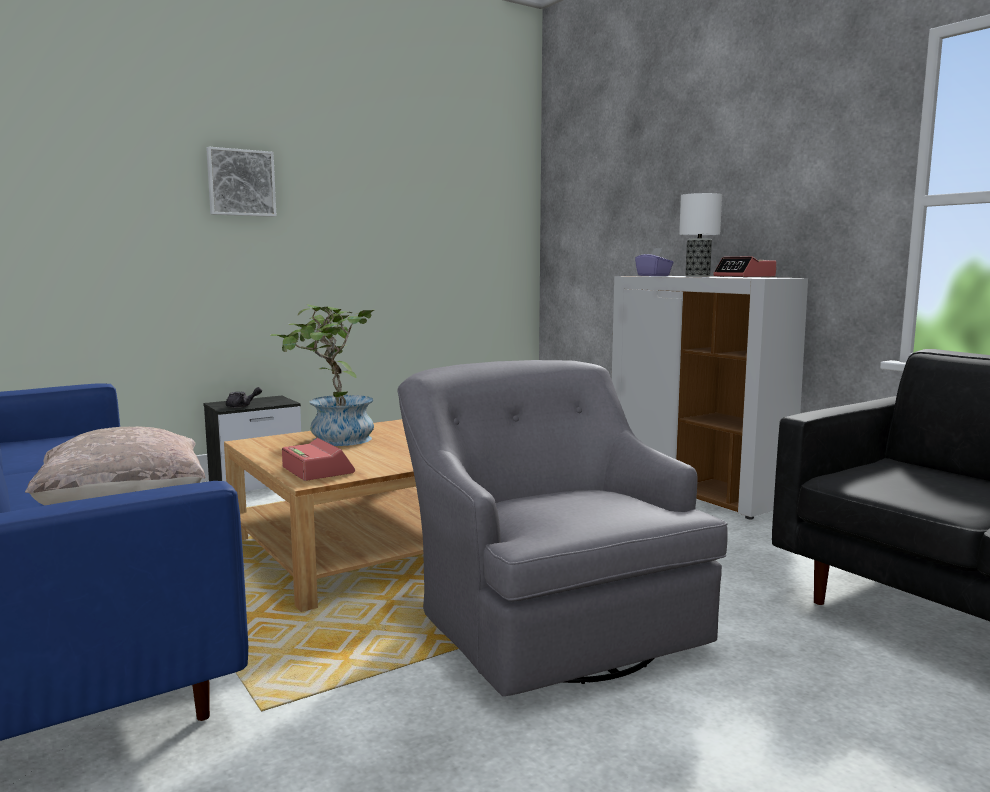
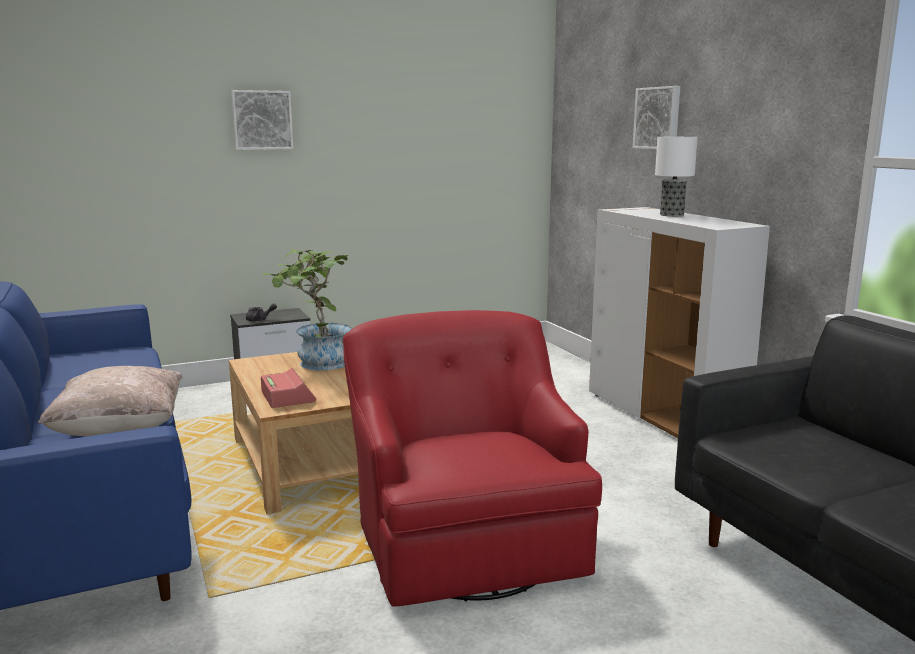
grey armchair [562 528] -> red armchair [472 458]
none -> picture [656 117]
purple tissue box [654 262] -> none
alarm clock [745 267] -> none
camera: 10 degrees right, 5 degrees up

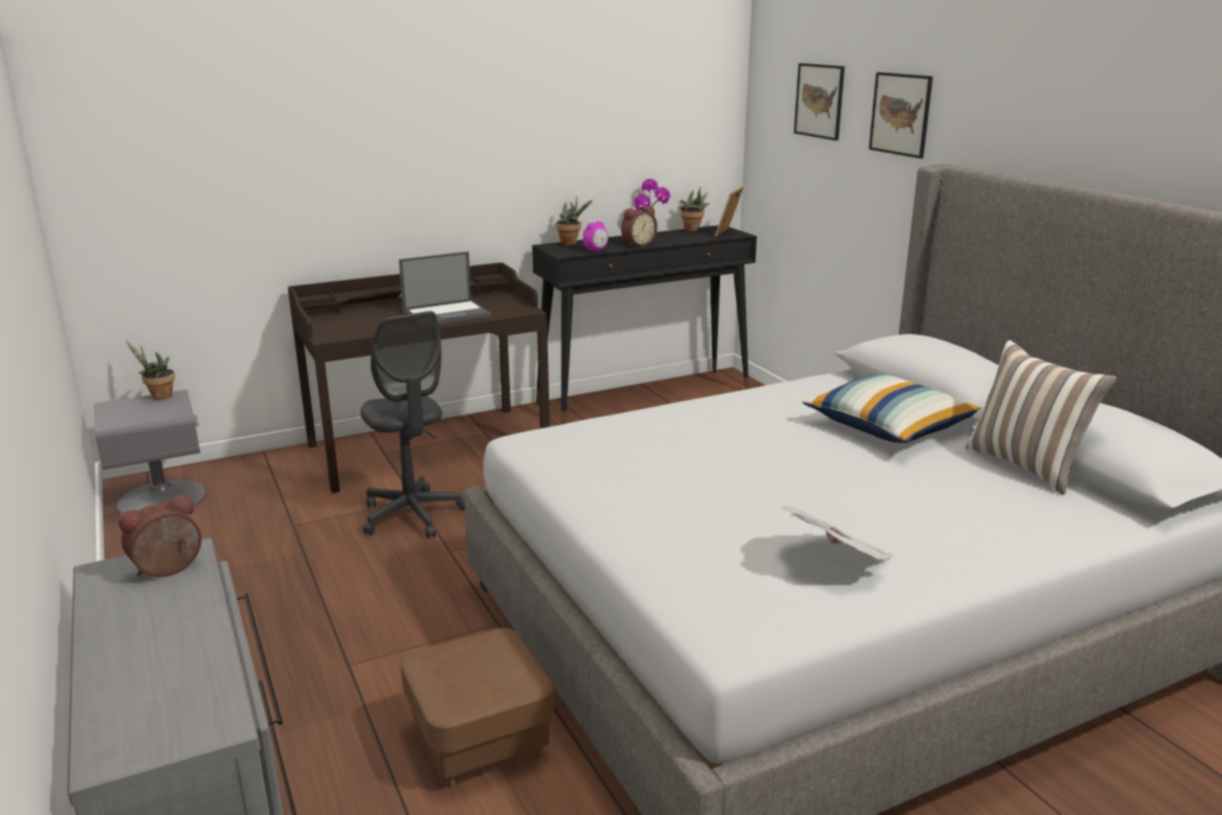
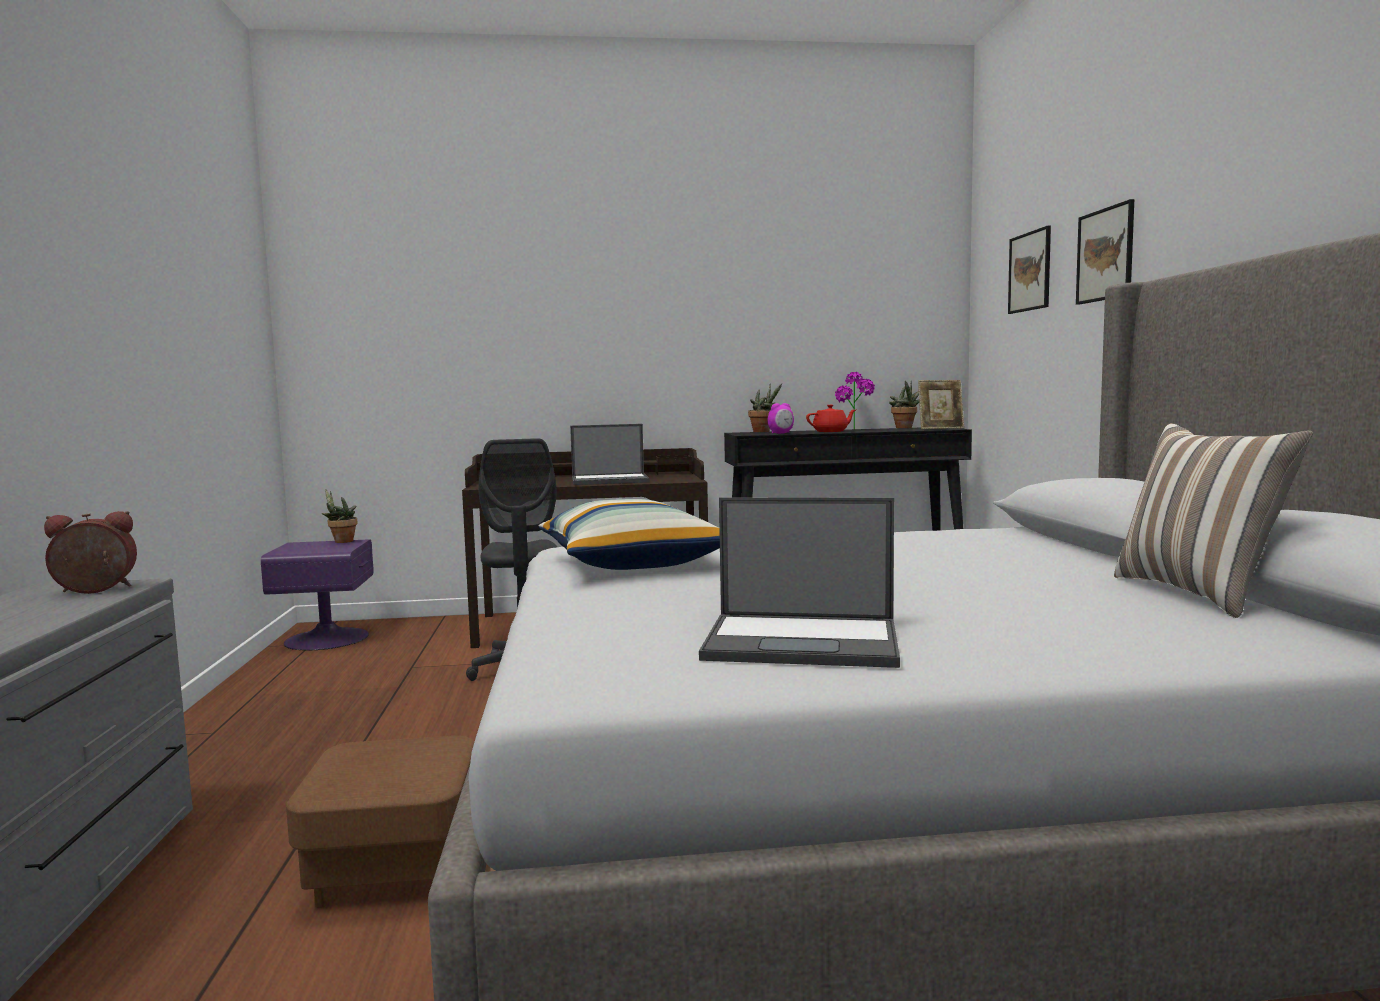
grey nightstand [150 452] -> purple nightstand [317 594]
pillow [891 408] -> pillow [629 534], moved
newspaper [838 533] -> laptop [799 582]
alarm clock [639 226] -> red teapot [831 418]
picture frame [729 211] -> picture frame [941 404], 135 degrees counterclockwise
camera: 20 degrees right, 15 degrees down

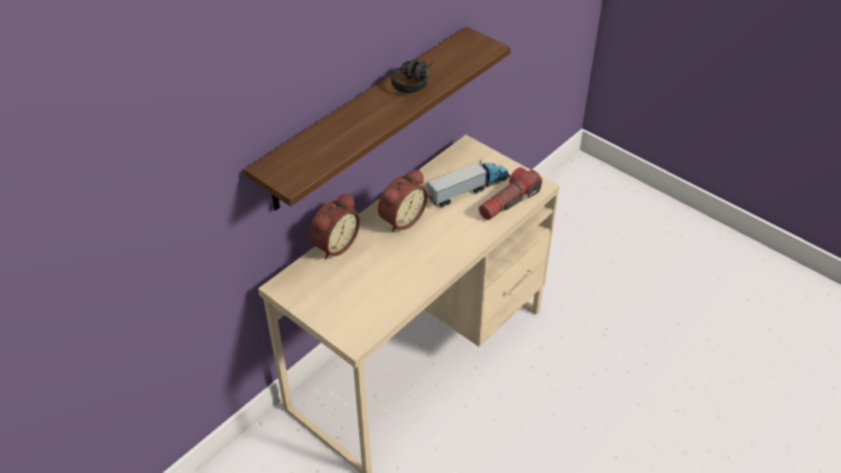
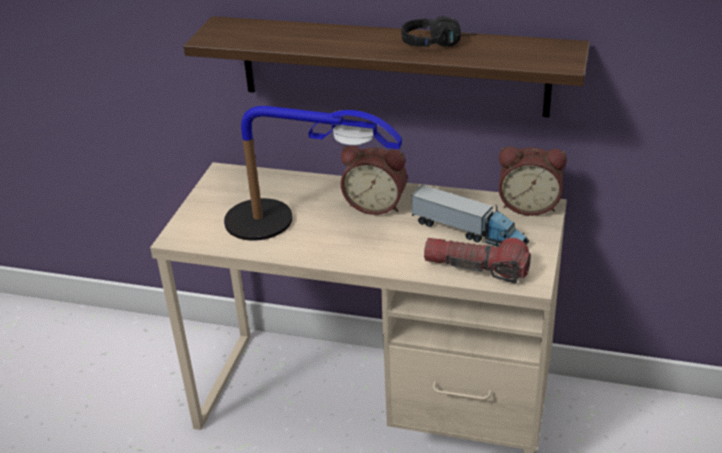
none -> table lamp [313 173]
alarm clock [334 226] -> alarm clock [533 181], moved
camera: 65 degrees right, 10 degrees down

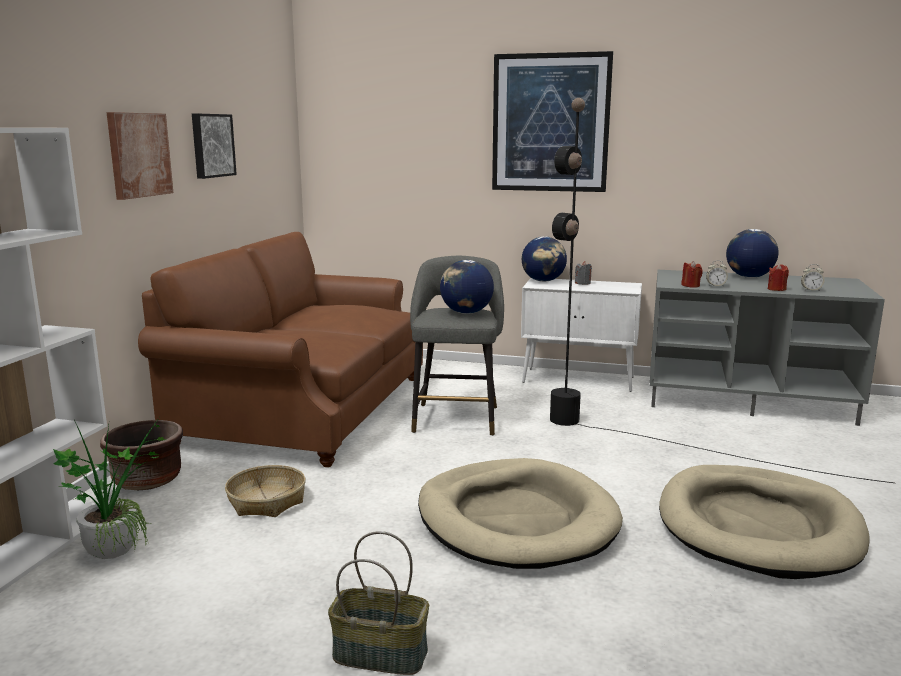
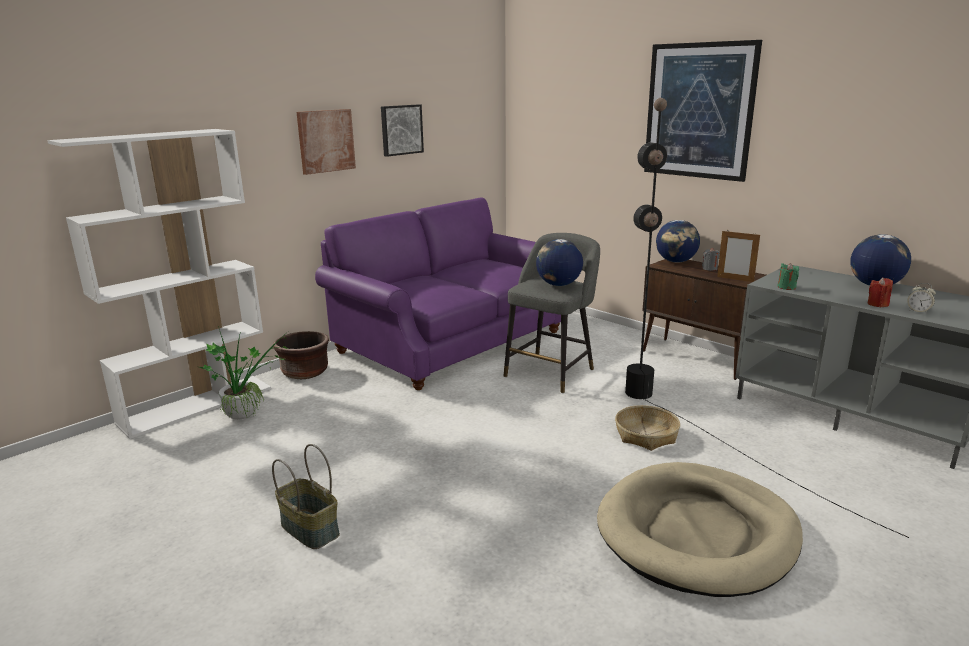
brown sofa [280 349] -> purple sofa [438 294]
basket [265 491] -> basket [647 428], moved
white cabinet [581 335] -> brown cabinet [704 319]
none -> picture frame [738 256]
red candle [692 274] -> green candle [788 276]
beige dog bed [520 513] -> none
alarm clock [717 273] -> none
camera: 30 degrees right, 5 degrees up

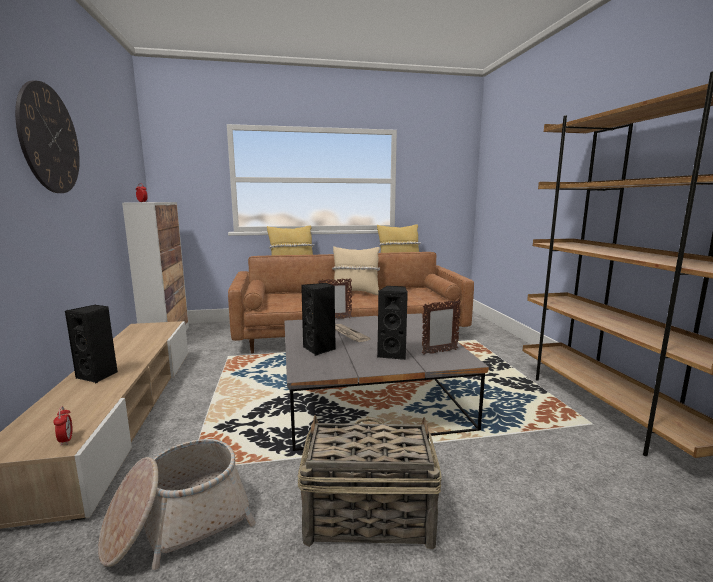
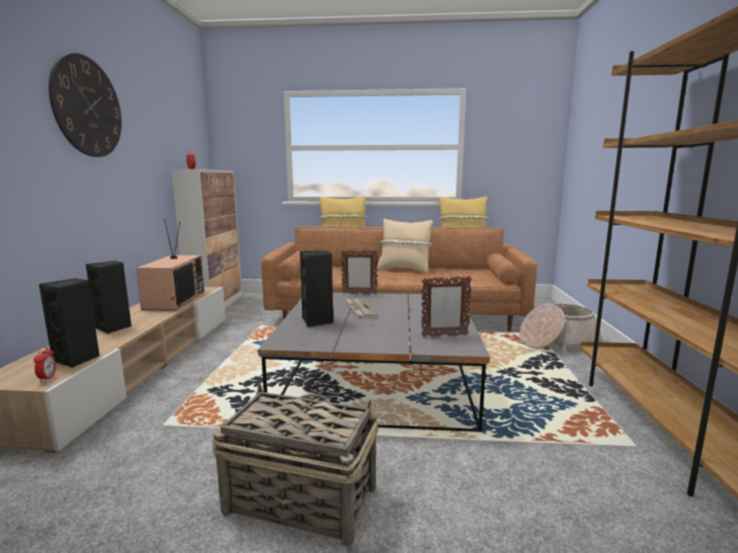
black speaker [392 323] -> black speaker [69 323], moved
none -> television [170 265]
basket [177 504] -> basket [561 328], moved
camera: 15 degrees right, 0 degrees up

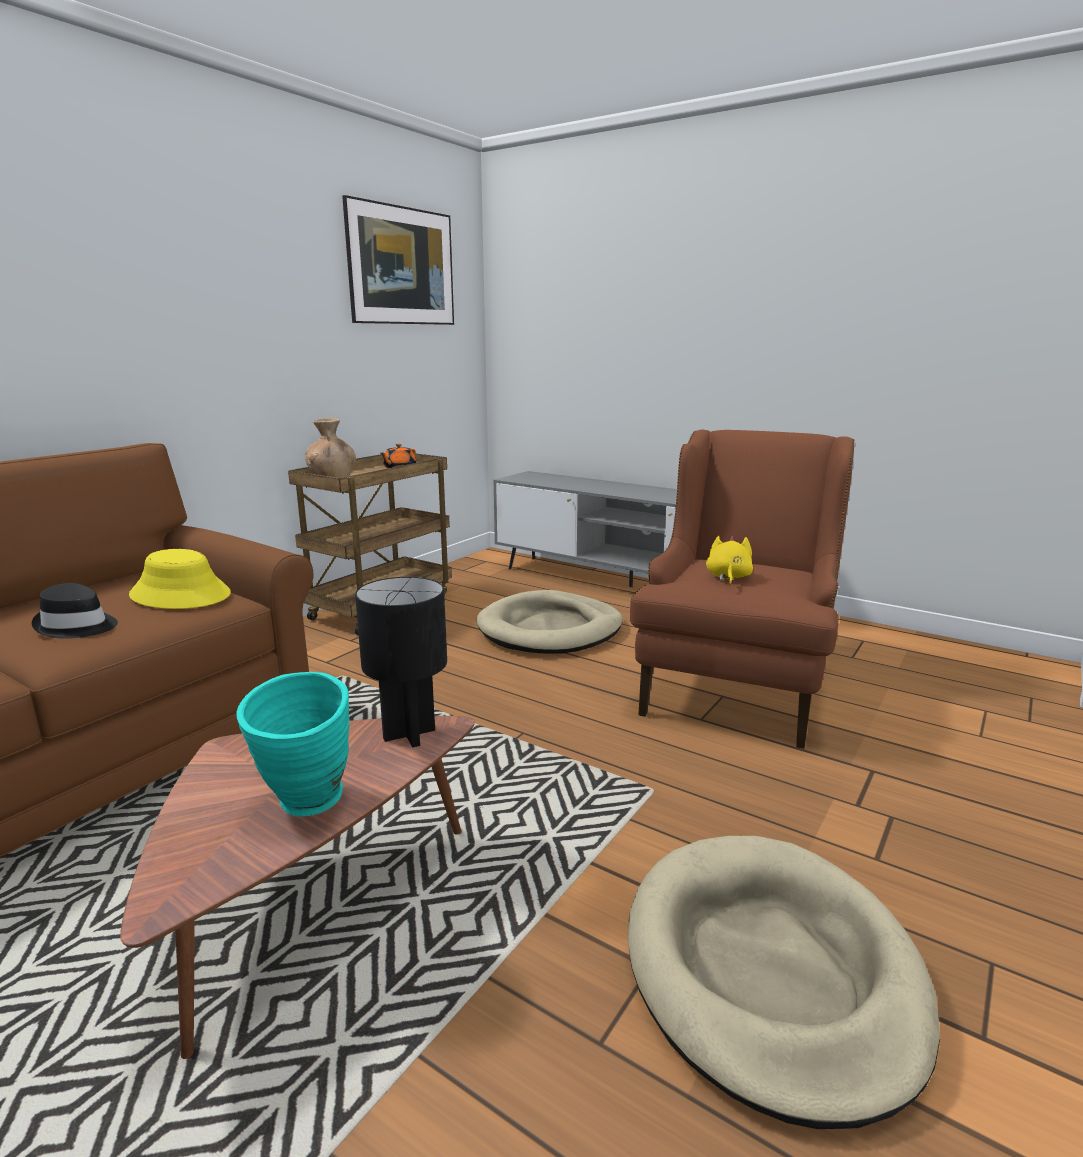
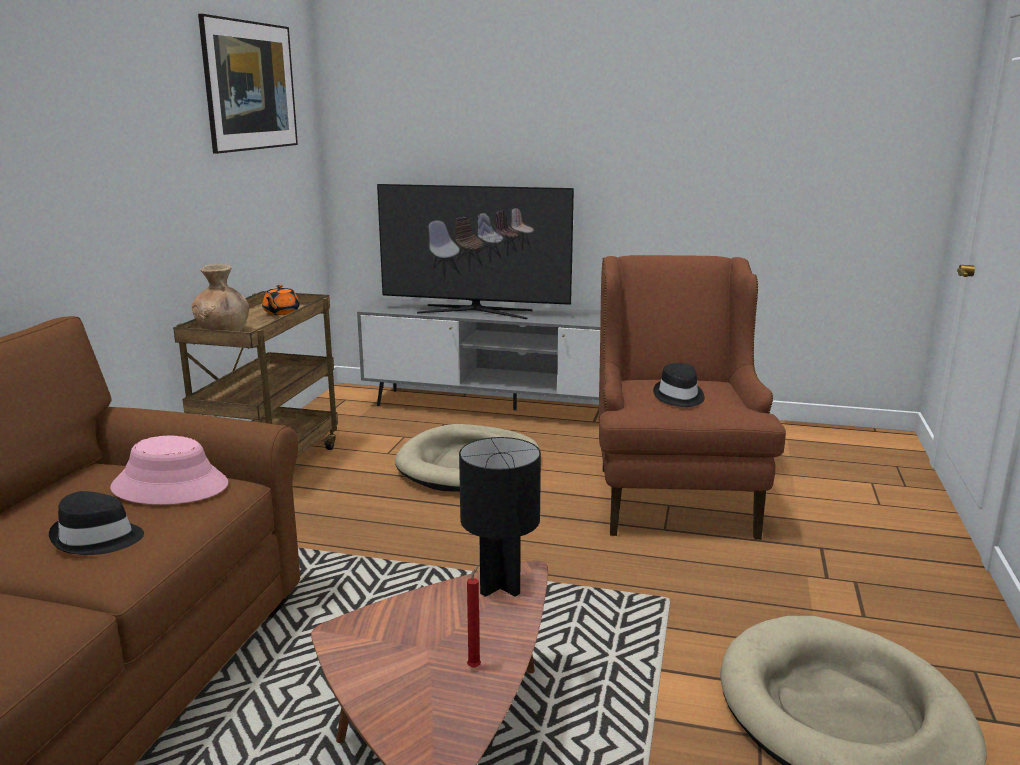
yellow hat [180 579] -> pink hat [169 470]
none -> television [475 251]
turquoise vase [293 744] -> red candle [474 616]
yellow plush toy [729 560] -> black hat [679 385]
camera: 20 degrees left, 0 degrees up

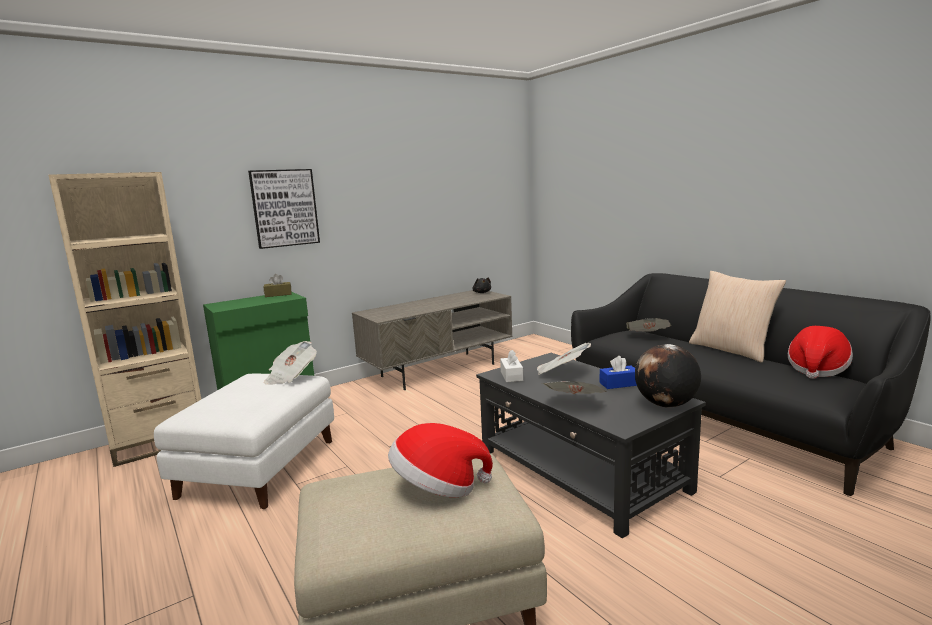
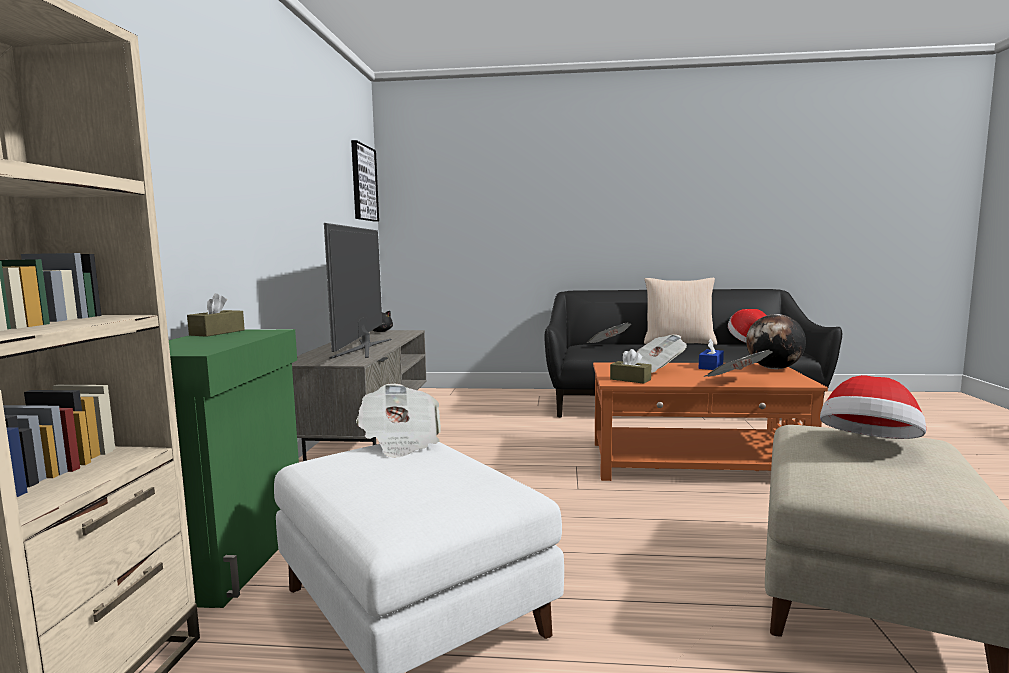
none -> television [358 291]
picture [284 209] -> picture [365 181], moved
black coffee table [591 446] -> orange coffee table [710 421]
white tissue box [511 366] -> brown tissue box [630 366]
camera: 50 degrees left, 5 degrees down

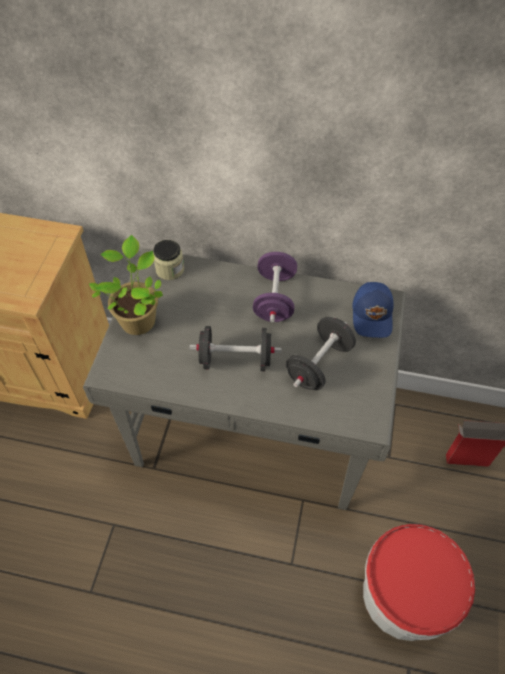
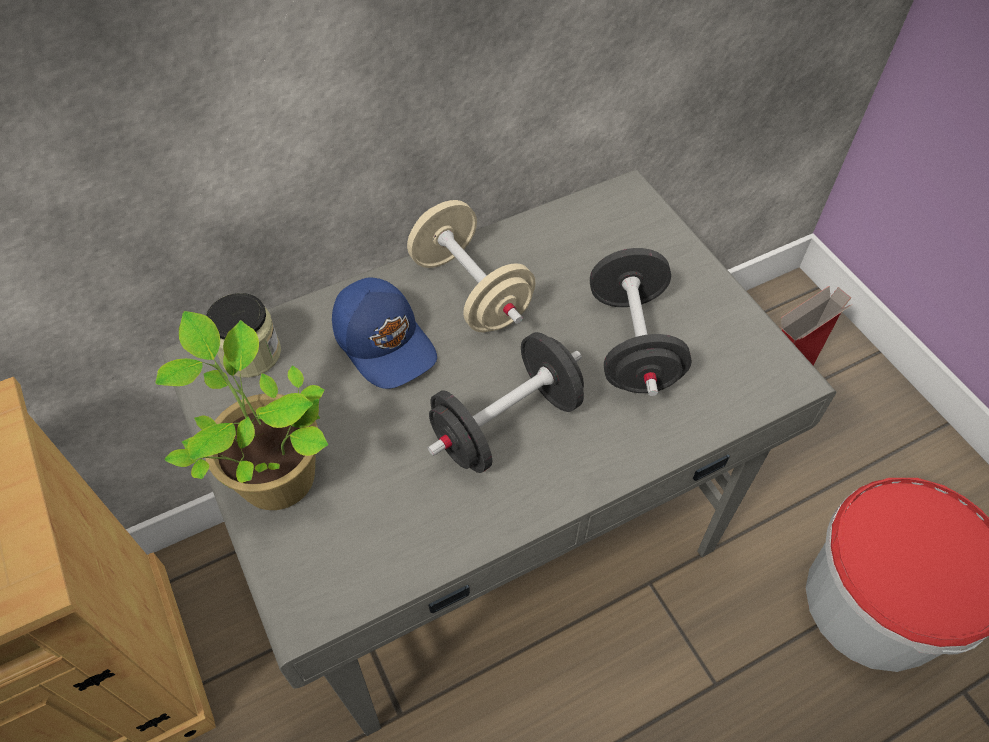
blue cap [373 310] -> blue cap [384 333], moved
purple dumbbell [275 287] -> beige dumbbell [471 266]
camera: 40 degrees left, 0 degrees up

